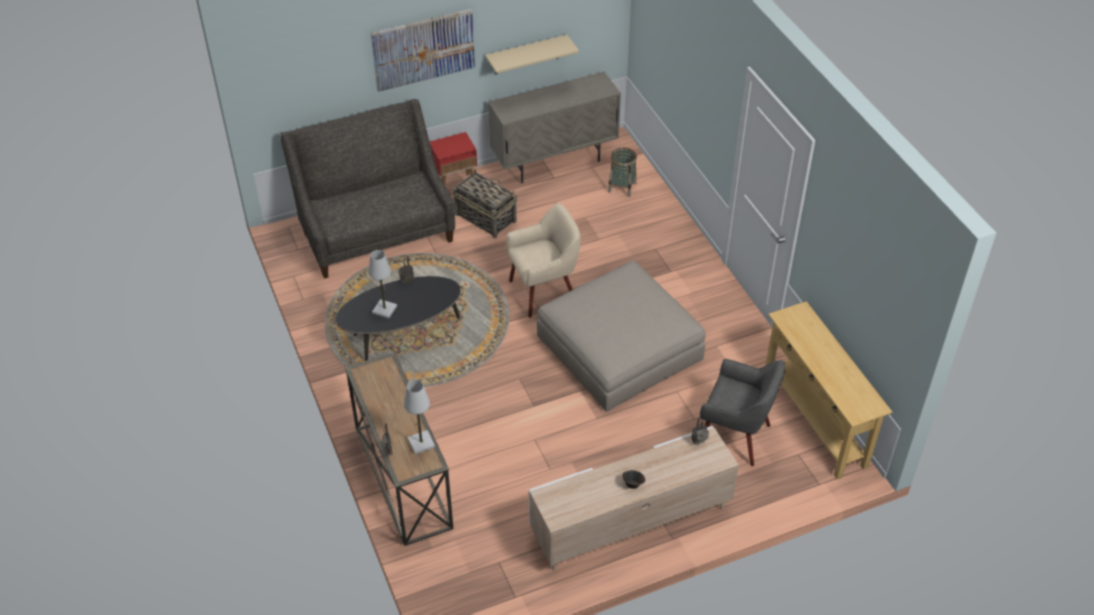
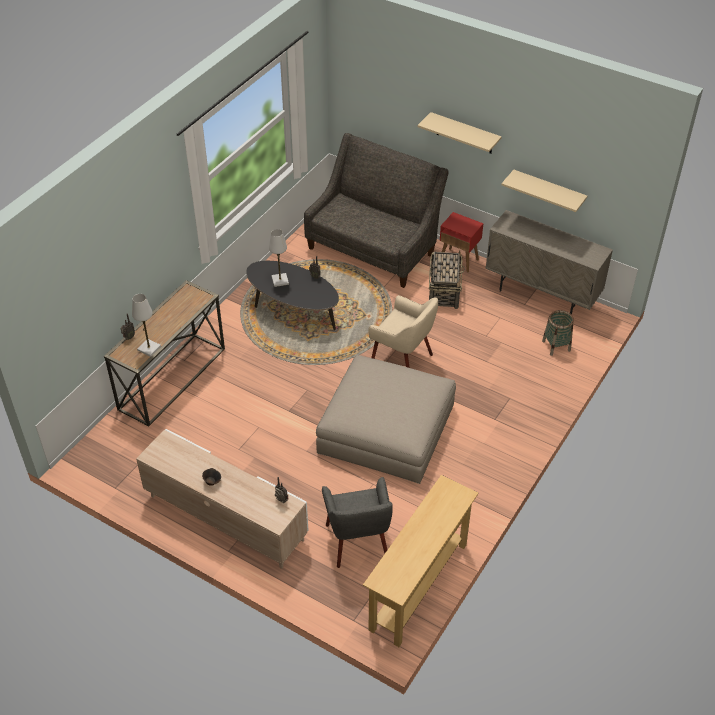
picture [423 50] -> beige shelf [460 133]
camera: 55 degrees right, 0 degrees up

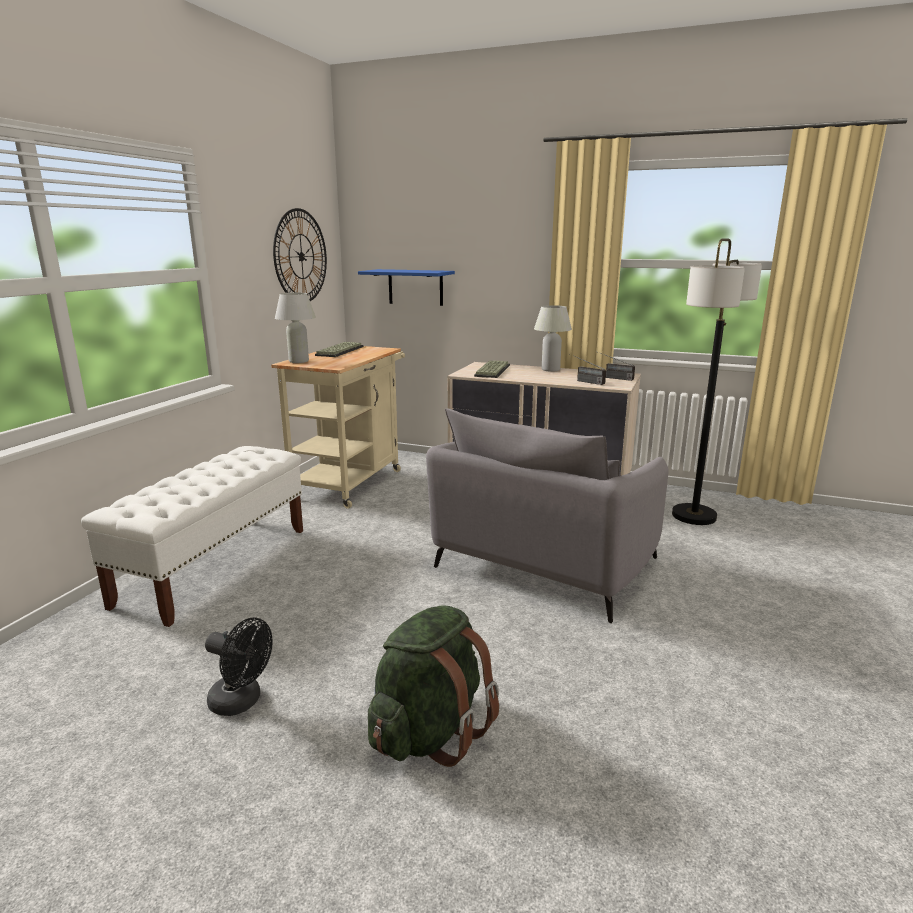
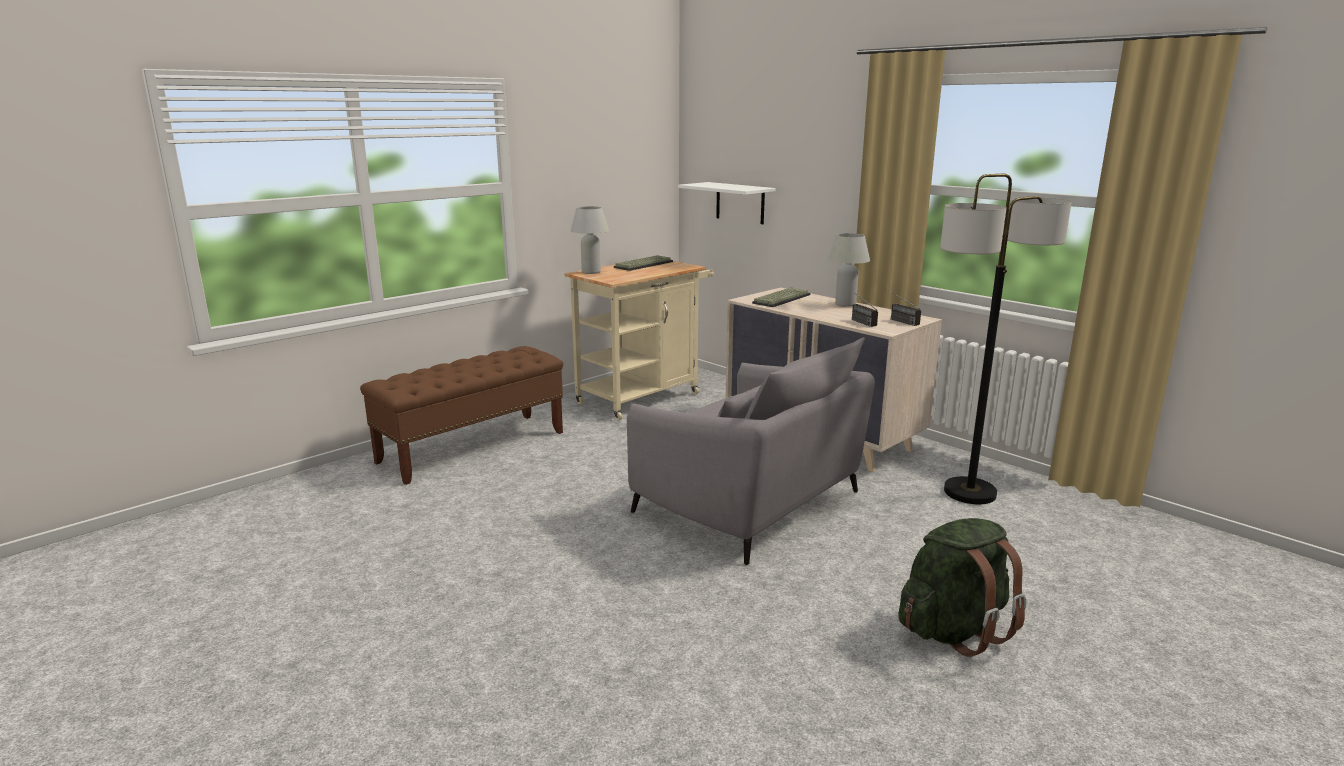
white bench [192 536] -> brown bench [461 415]
grey armchair [547 516] -> grey armchair [751 451], 105 degrees counterclockwise
blue shelf [406 287] -> white shelf [727 203]
green backpack [433 686] -> green backpack [962 587], moved
black fan [239 667] -> none
wall clock [300 254] -> none
camera: 25 degrees right, 0 degrees up

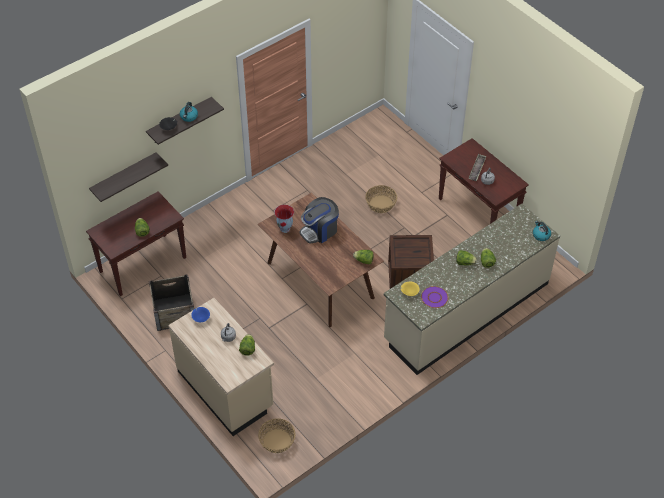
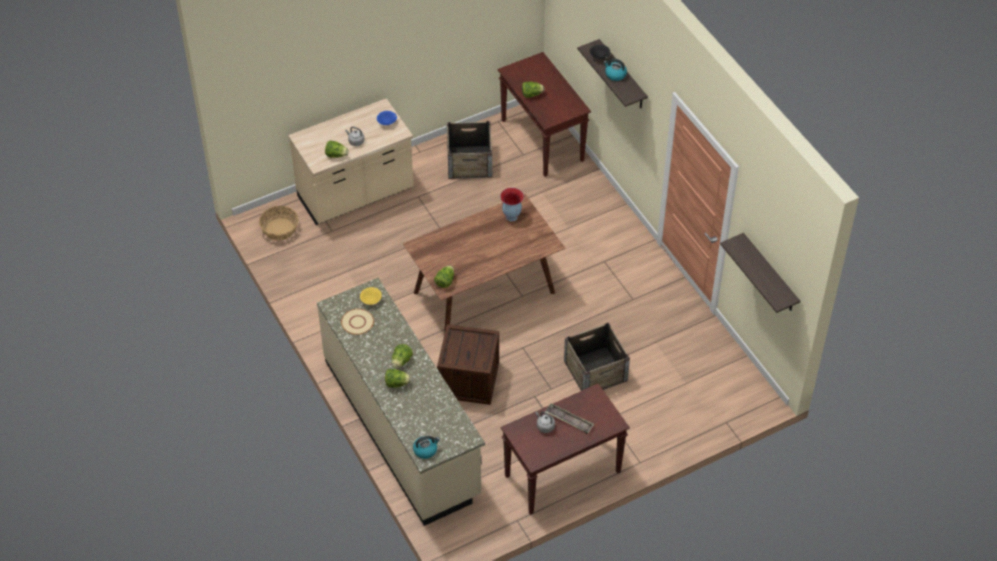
purple plate [435 297] -> beige plate [357 322]
basket [381 199] -> crate [597 357]
shelf [128 177] -> shelf [760 273], moved
coffee machine [319 220] -> none
camera: 100 degrees right, 0 degrees up

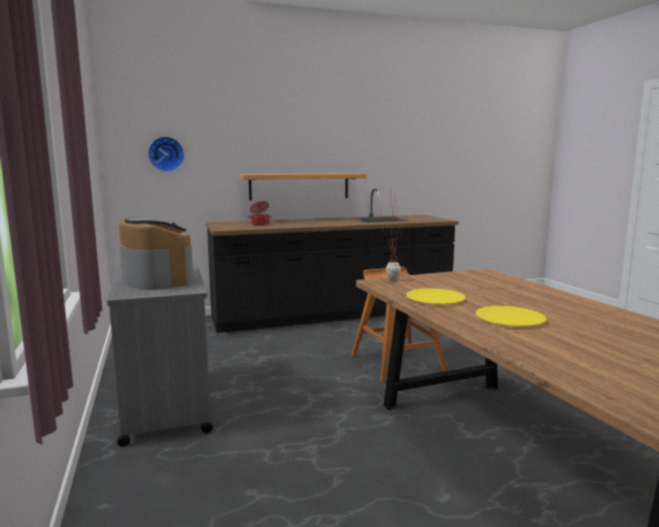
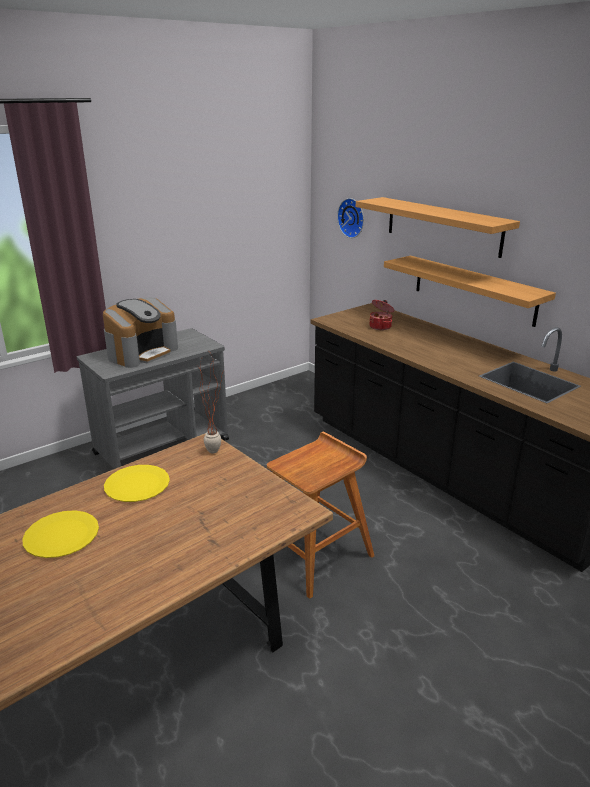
none -> shelf [438 227]
camera: 70 degrees right, 15 degrees up

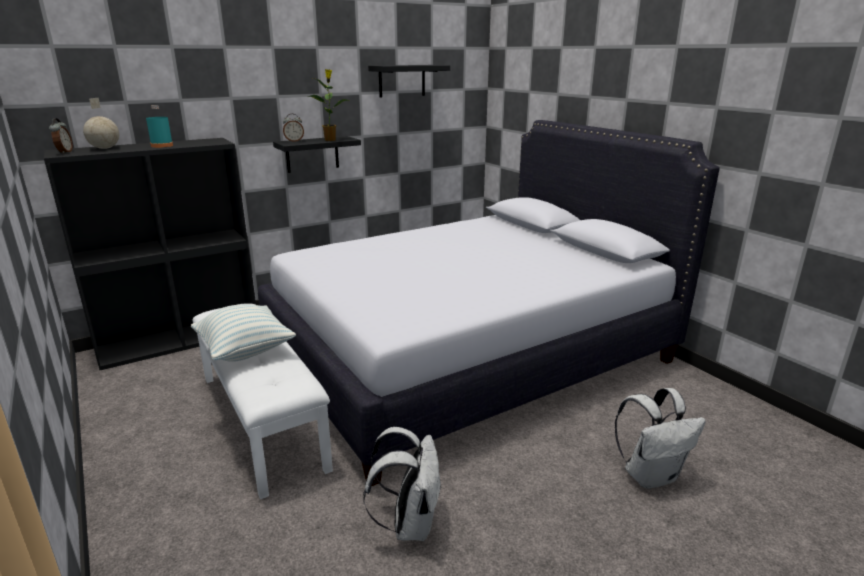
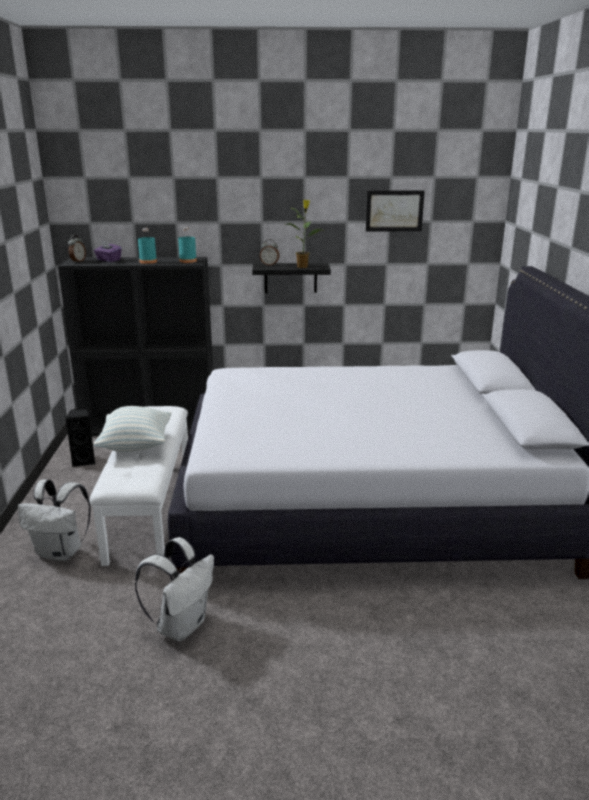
white backpack [660 438] -> white backpack [54 520], moved
none -> black speaker [80 437]
globe [101 123] -> purple tissue box [108 251]
none -> turquoise bottle [187 245]
black shelf [409 81] -> picture [395 211]
camera: 30 degrees right, 0 degrees up

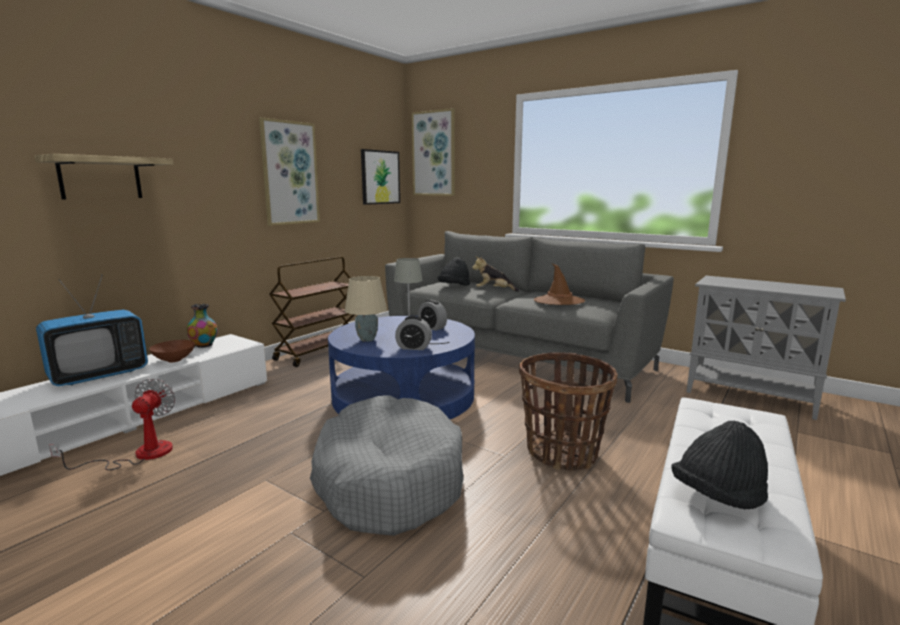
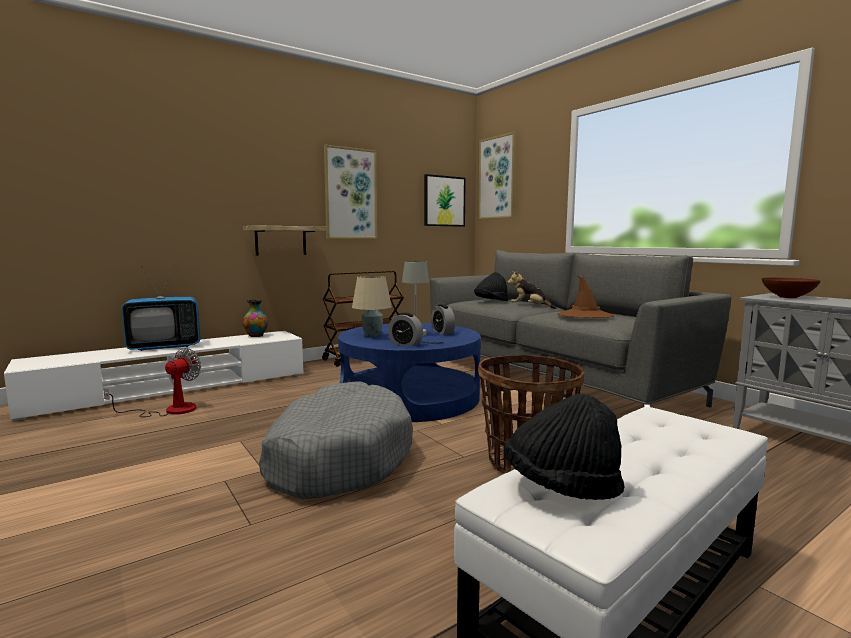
shelf [103 177] -> shelf [285 240], moved
brown bowl [172 351] -> brown bowl [791 288], moved
camera: 20 degrees right, 5 degrees down

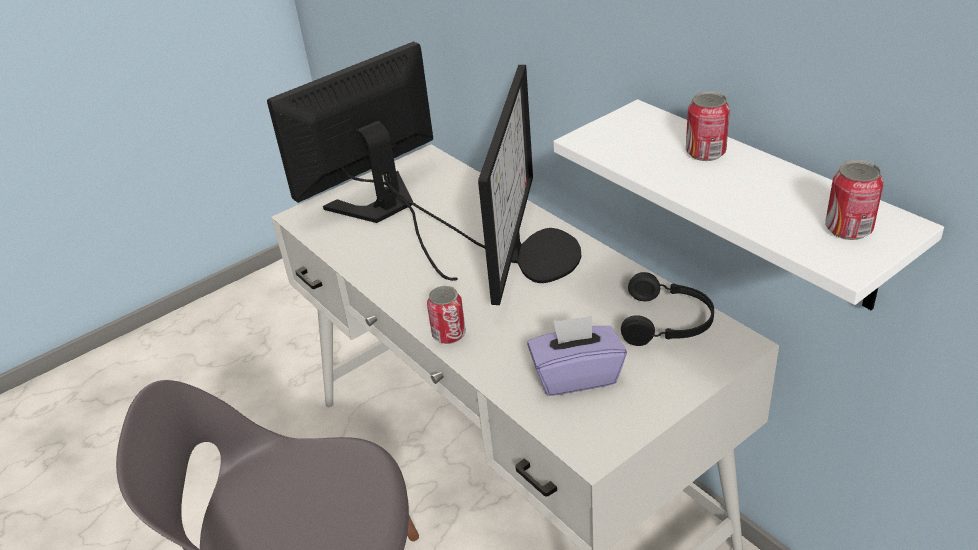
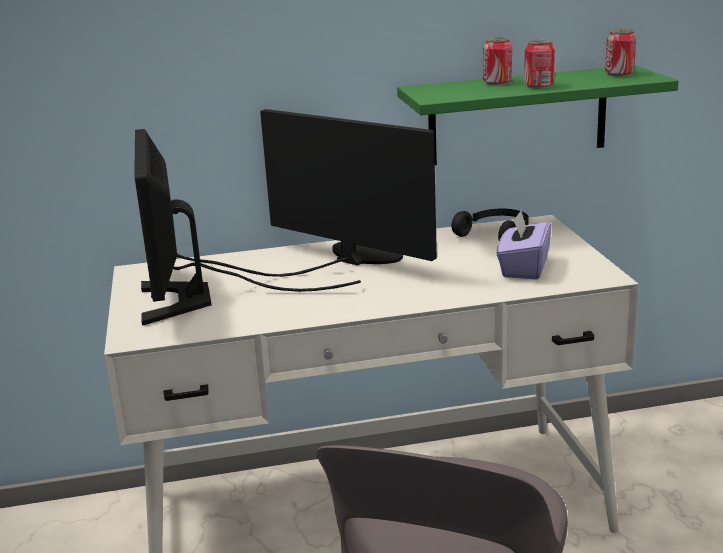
white shelf [748 205] -> green shelf [538 115]
can [446 315] -> can [539 64], moved
camera: 65 degrees left, 15 degrees down

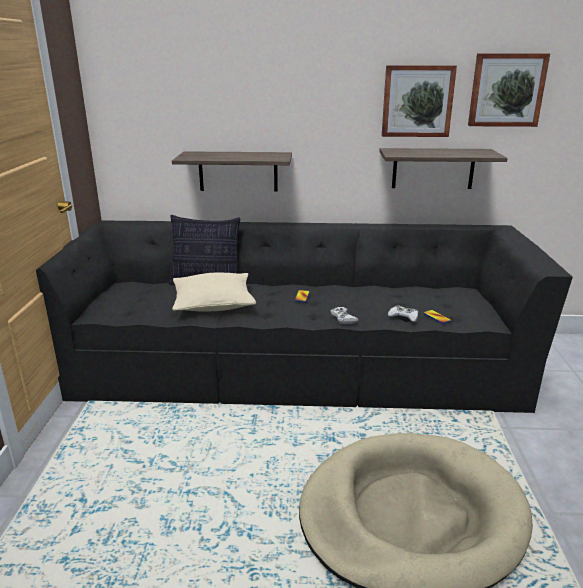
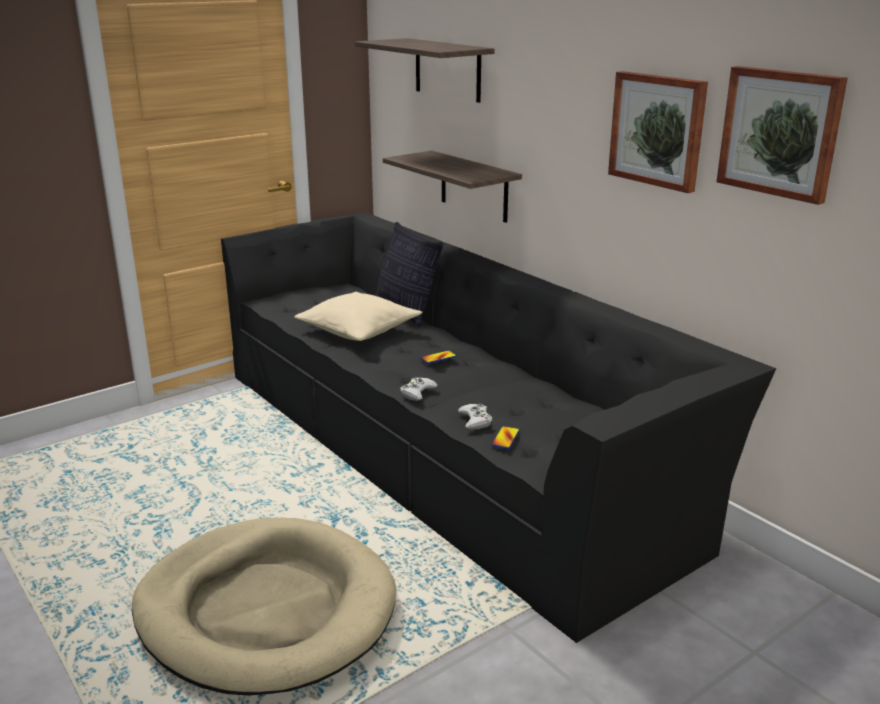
shelf [443 168] -> shelf [425 70], moved
camera: 50 degrees right, 0 degrees up

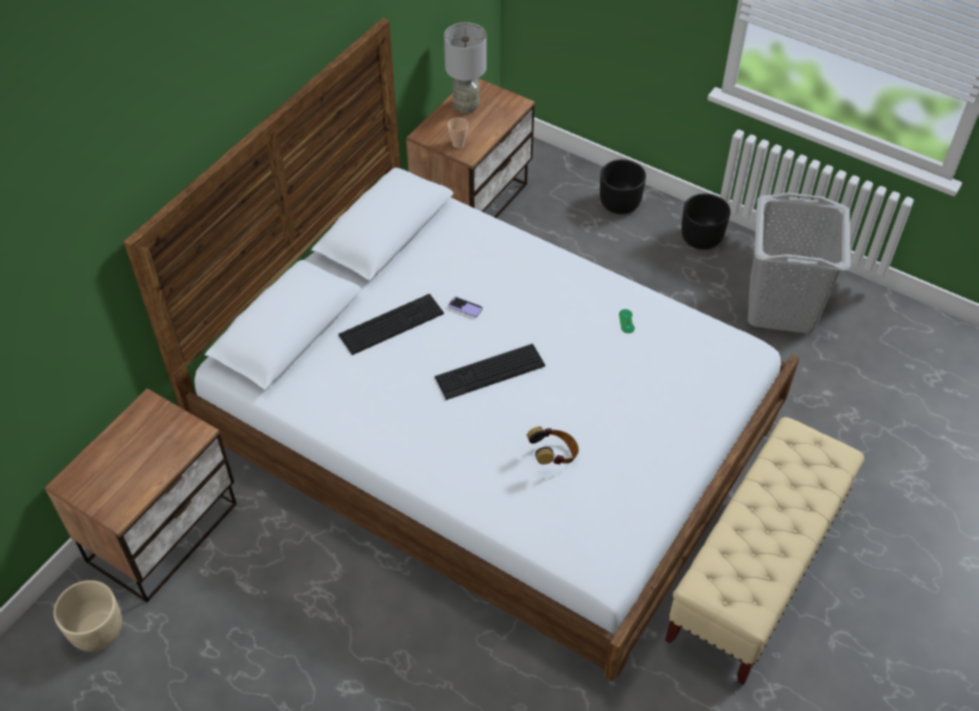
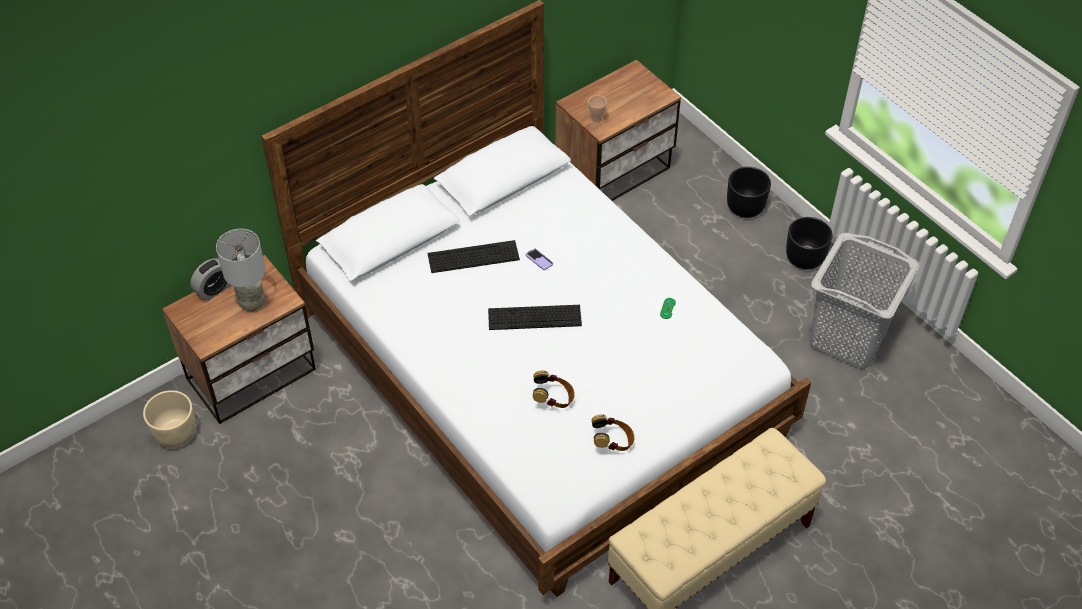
none -> alarm clock [210 279]
grey table lamp [465 67] -> grey table lamp [241 270], moved
none -> headphones [613 432]
camera: 20 degrees right, 0 degrees up

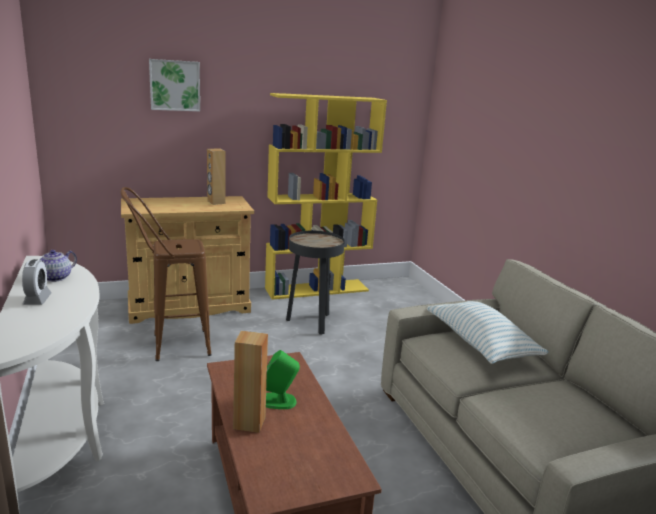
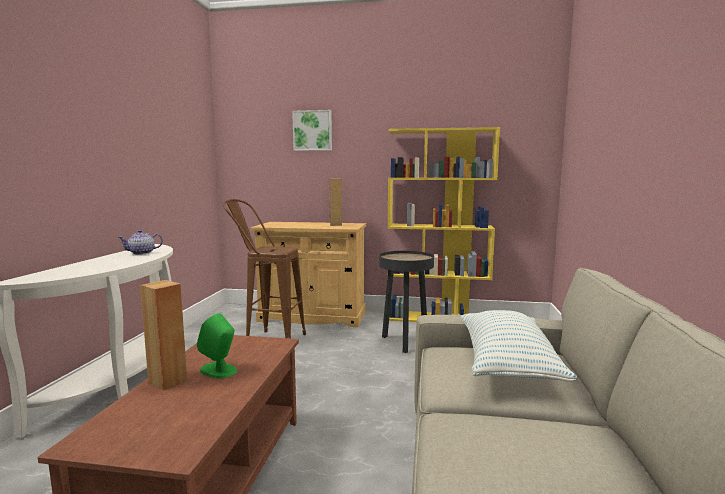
alarm clock [36 282] -> none
camera: 30 degrees right, 10 degrees down

